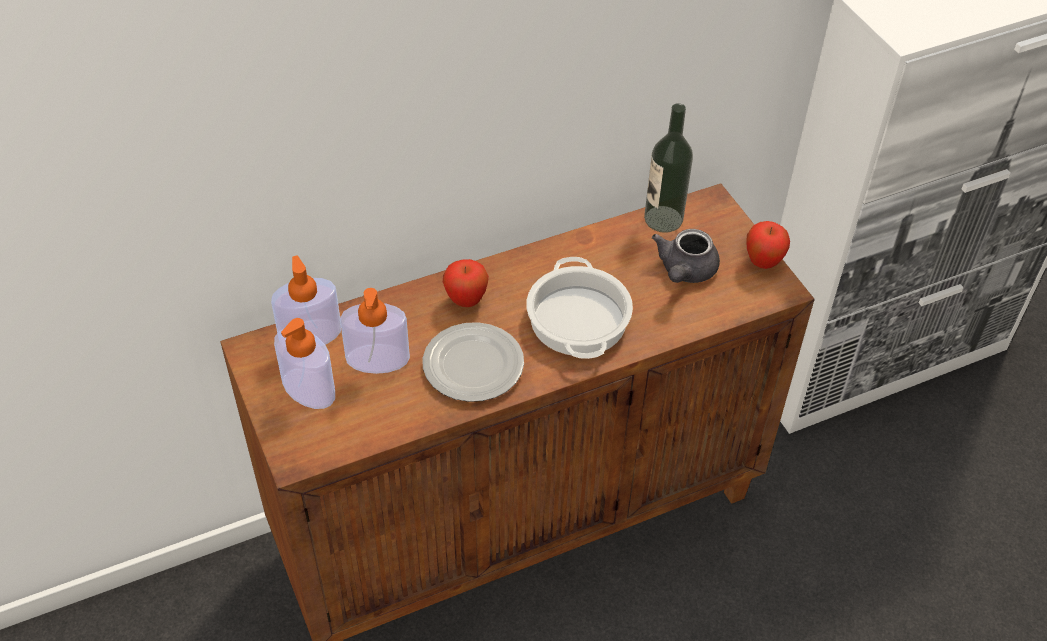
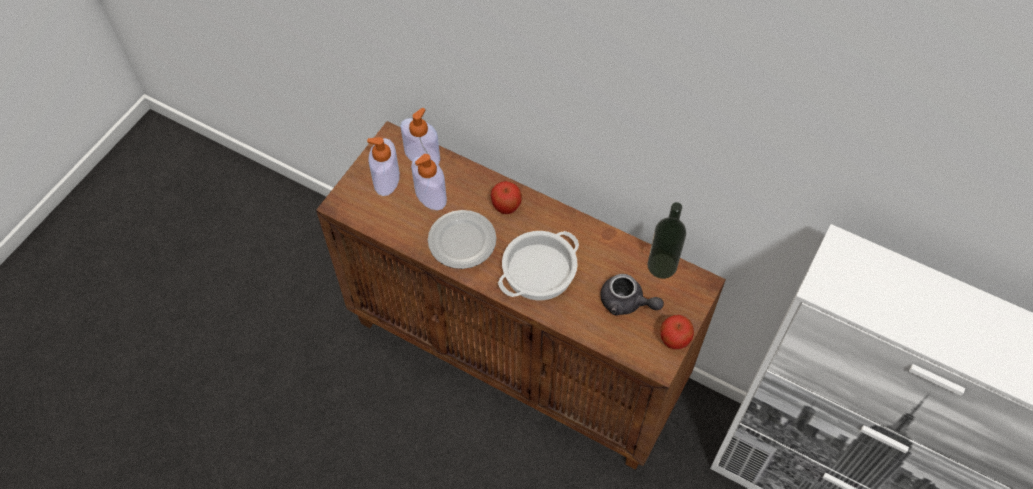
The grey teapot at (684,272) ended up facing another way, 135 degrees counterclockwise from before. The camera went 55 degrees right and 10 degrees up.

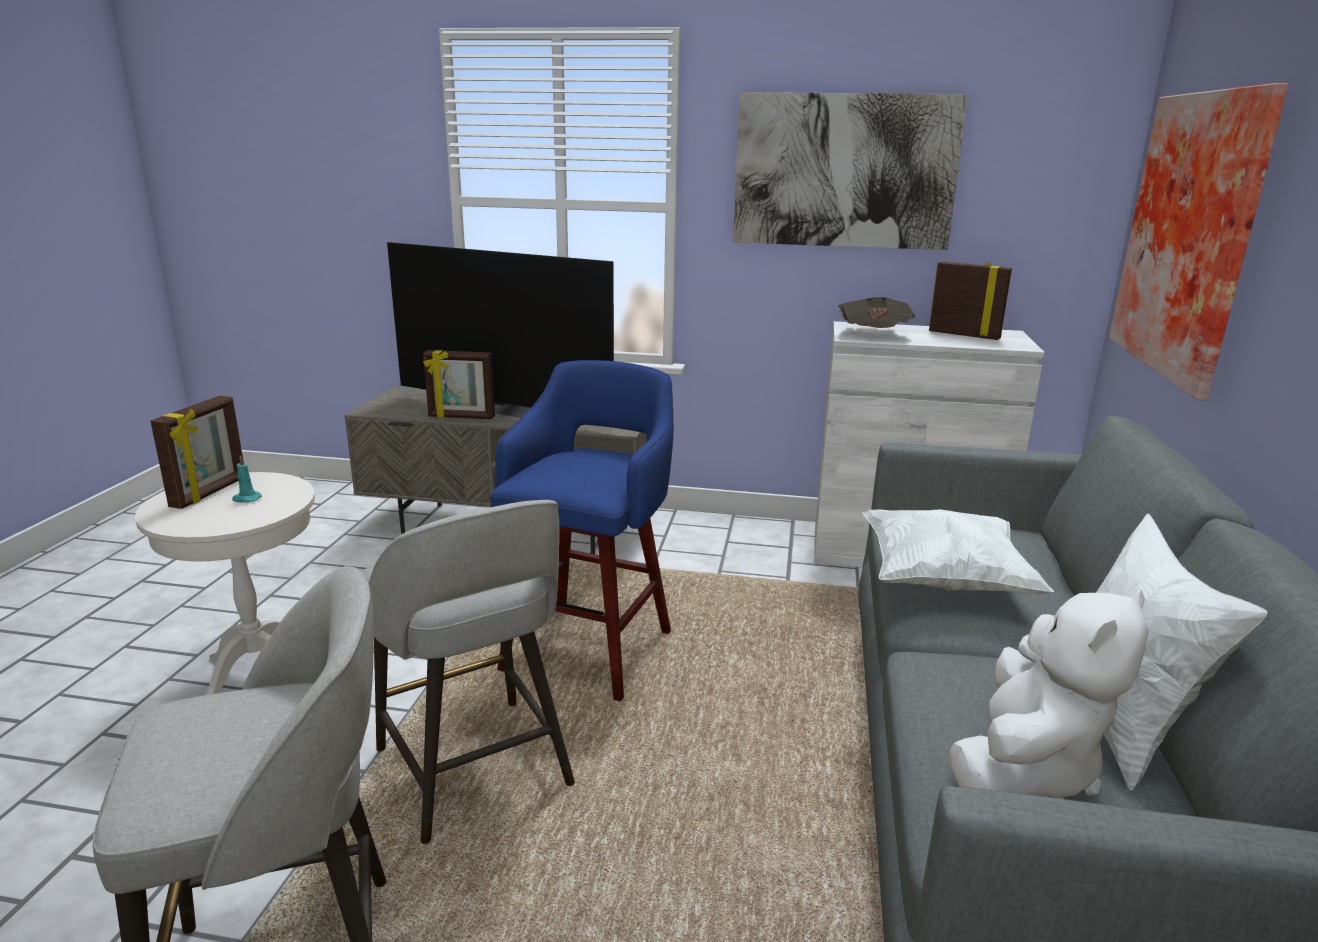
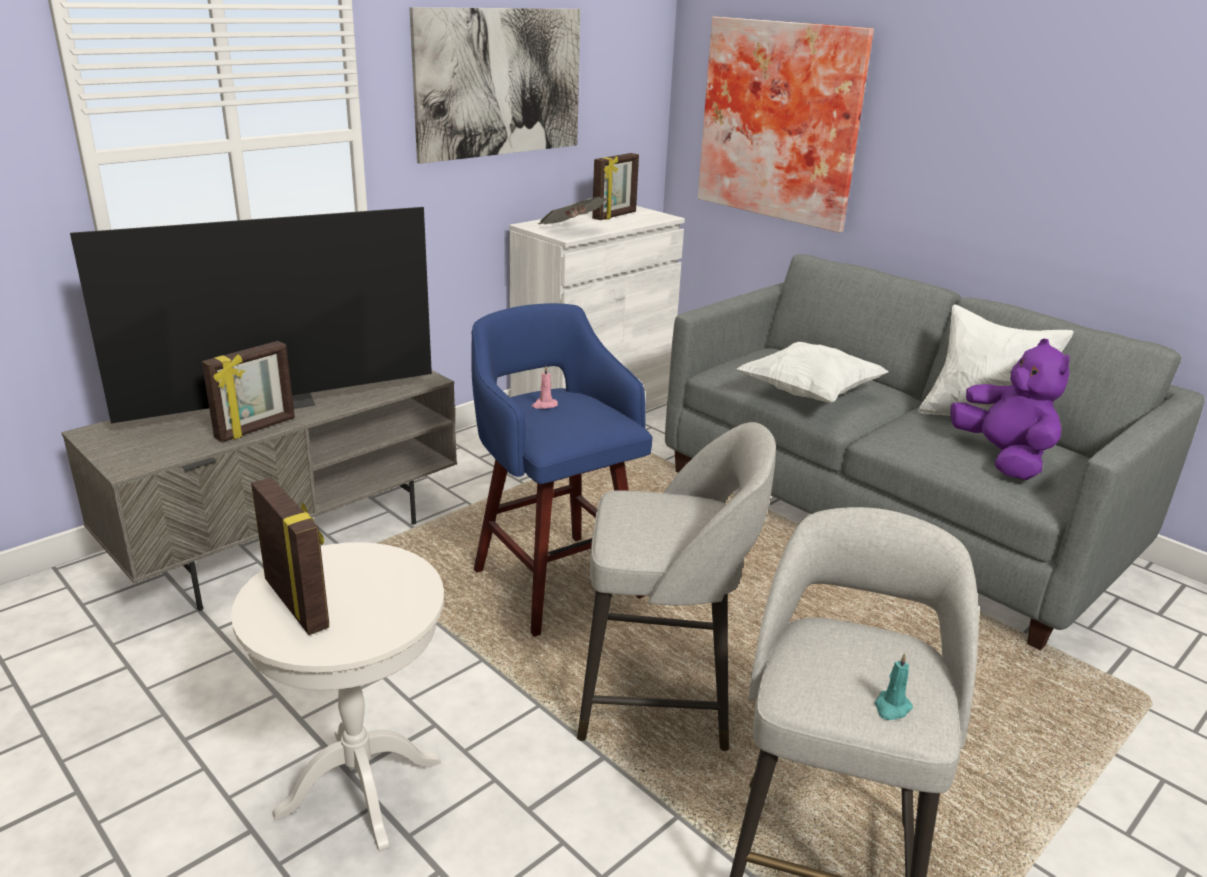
The second view gained the pink candle at (544,405). The picture frame at (964,335) ended up facing another way, 150 degrees clockwise from before. The turquoise candle ended up elsewhere, having gone from (246,499) to (891,708). What was the white plush toy at (1026,768) turned into the purple plush toy at (1002,458). The camera went 55 degrees left and 5 degrees up.

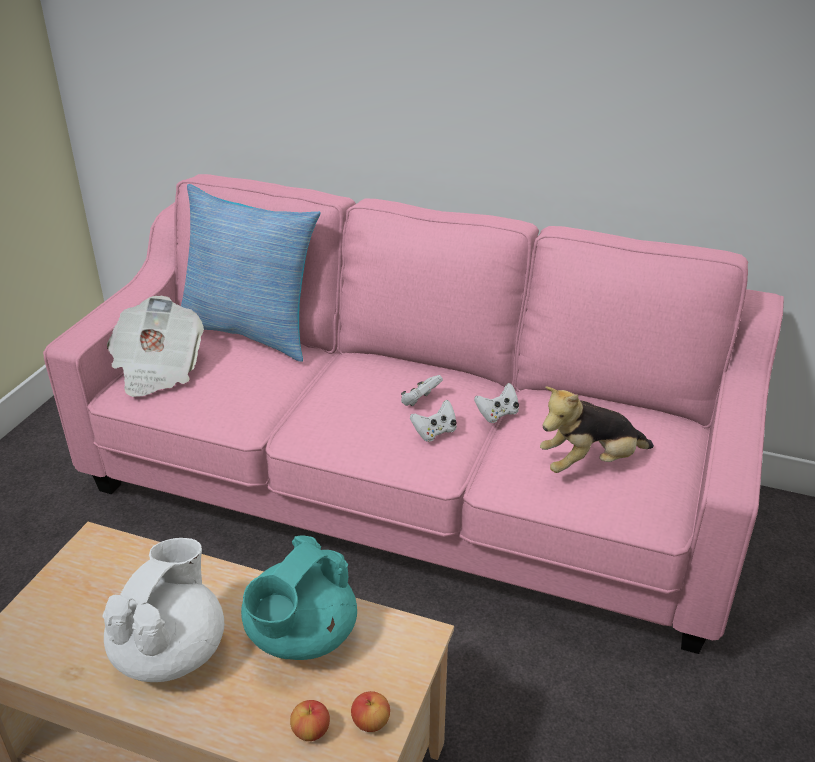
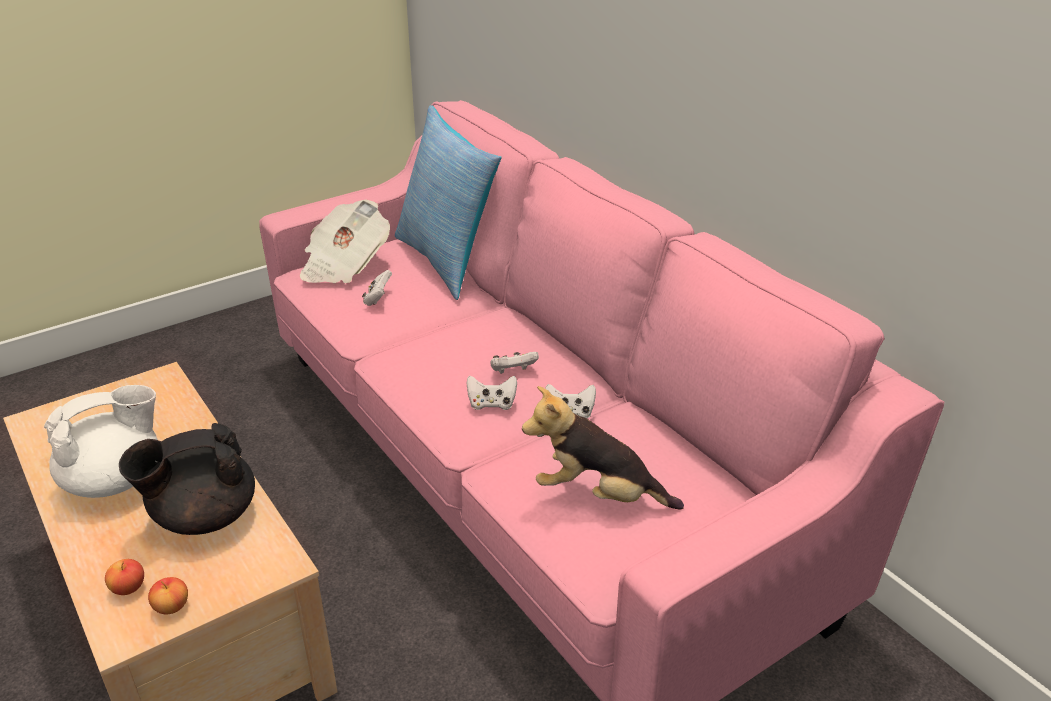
What was the turquoise teapot at (300,637) turned into the black teapot at (203,516). The second view gained the white game controller at (378,299). The camera went 35 degrees right and 0 degrees up.

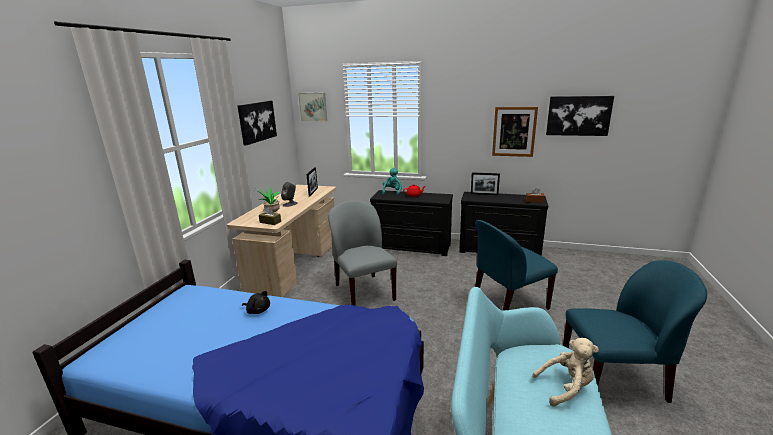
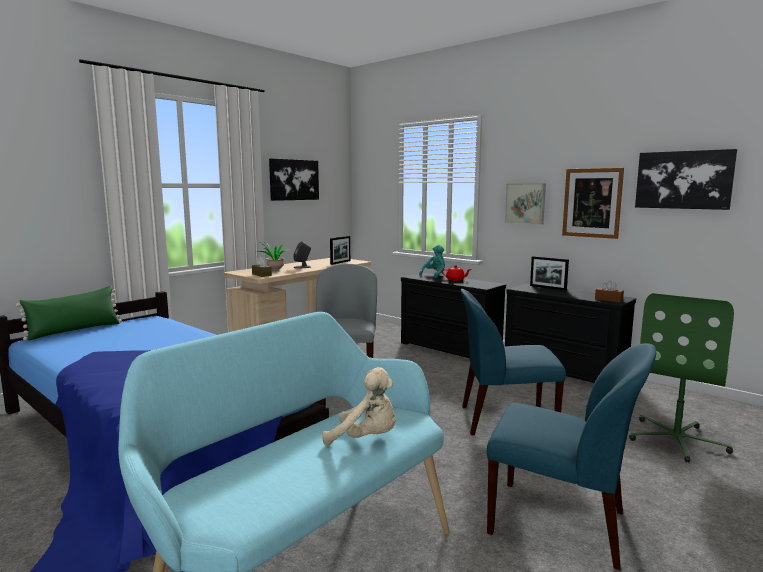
The second view gained the green pillow at (75,330). The picture ended up elsewhere, having gone from (313,107) to (525,203). The second view gained the green office chair at (677,440). The second view lost the black plush toy at (258,310). The camera went 25 degrees right and 10 degrees down.

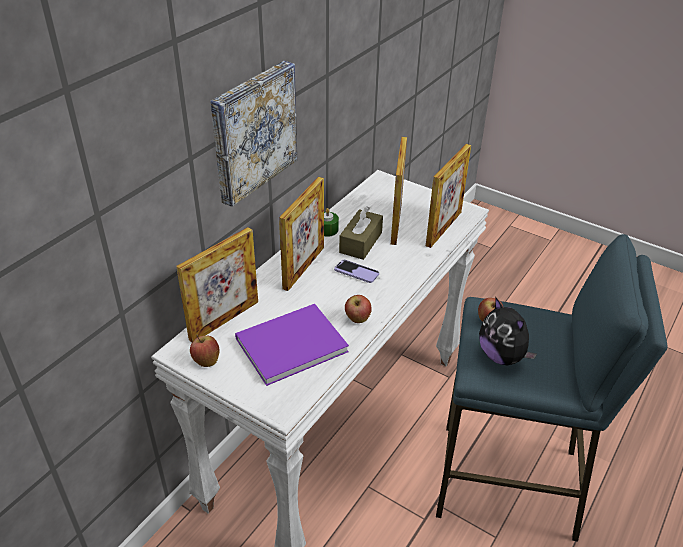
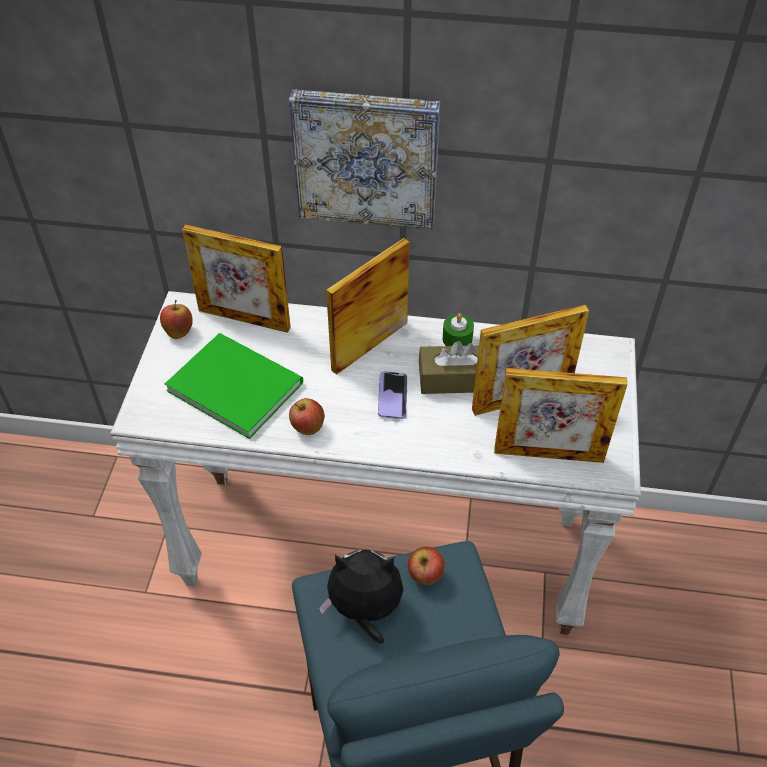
What was the purple book at (287,344) turned into the green book at (234,383). The plush toy at (502,356) ended up facing another way, 60 degrees clockwise from before. The picture frame at (304,267) ended up facing another way, 135 degrees clockwise from before. The camera went 65 degrees right and 10 degrees up.

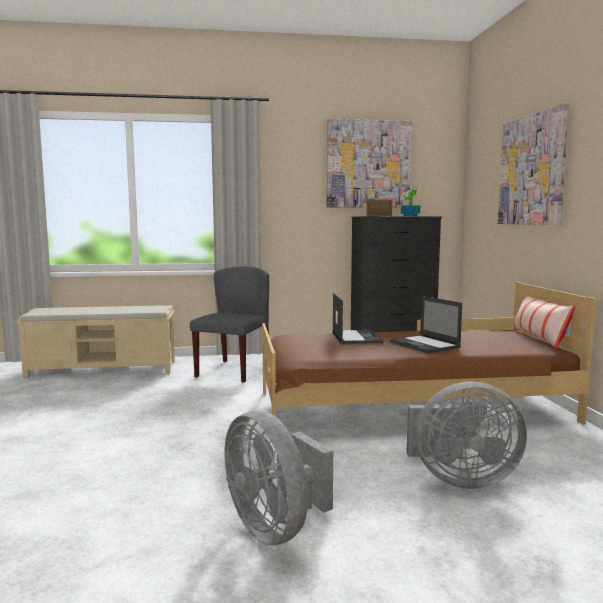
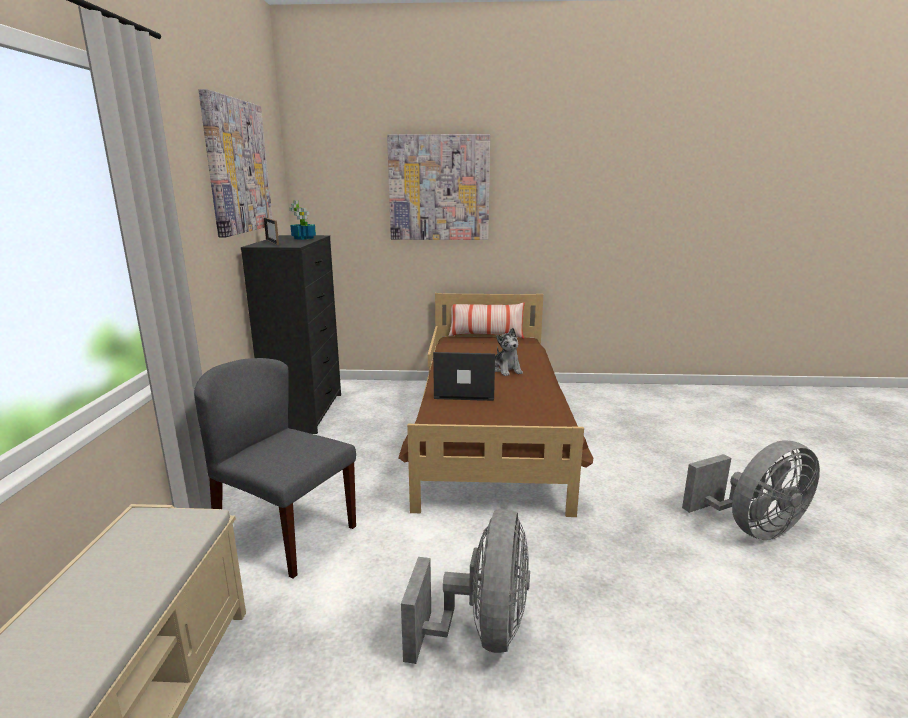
The grey fan ended up elsewhere, having gone from (459,479) to (481,631). Where the laptop stood at (425,345), the plush toy came to stand at (506,370). The camera went 80 degrees left and 10 degrees up.

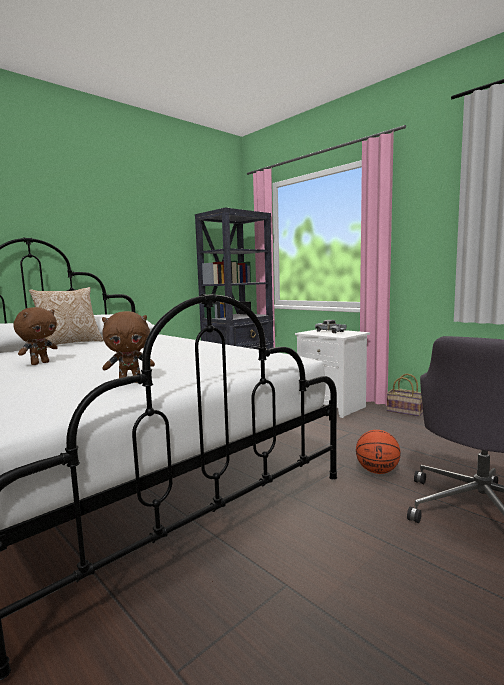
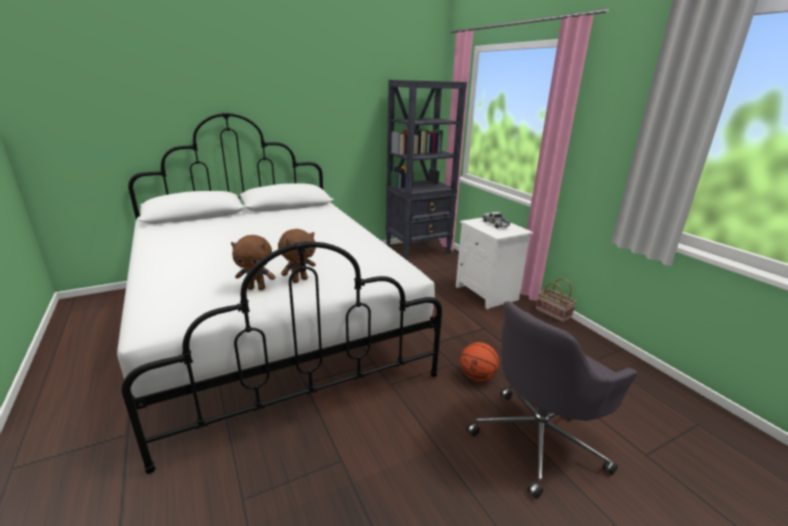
The brown plush toy ended up elsewhere, having gone from (40,363) to (299,280). The second view lost the pillow at (69,344). The camera went 15 degrees right and 15 degrees up.

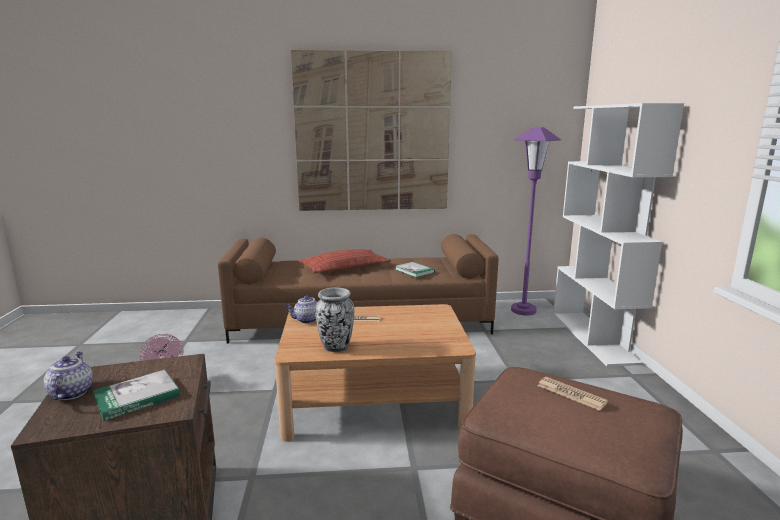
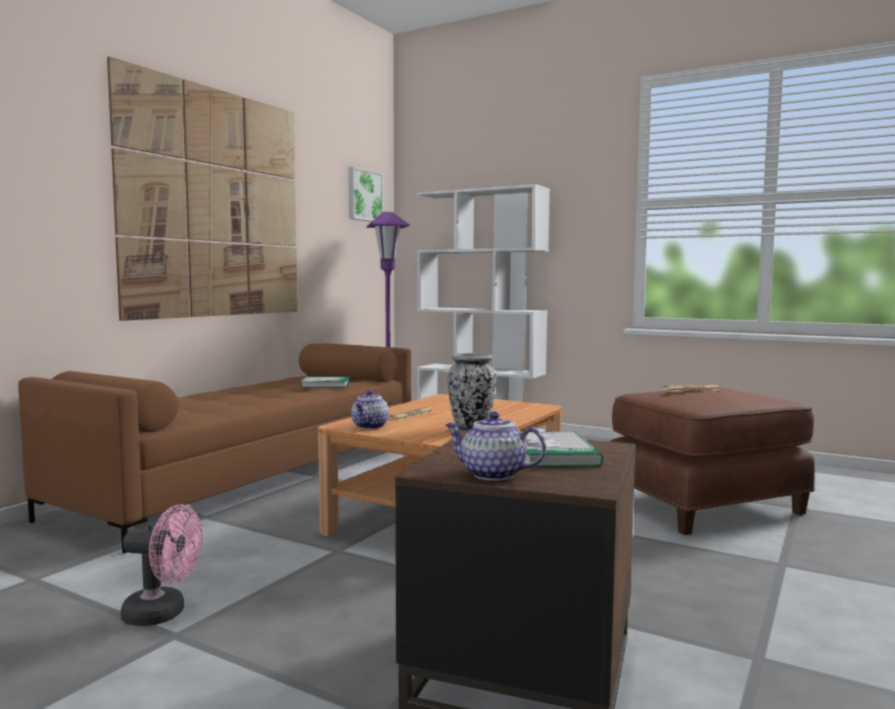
The second view gained the picture at (364,195). The second view lost the pillow at (344,267). The camera went 55 degrees left and 10 degrees down.

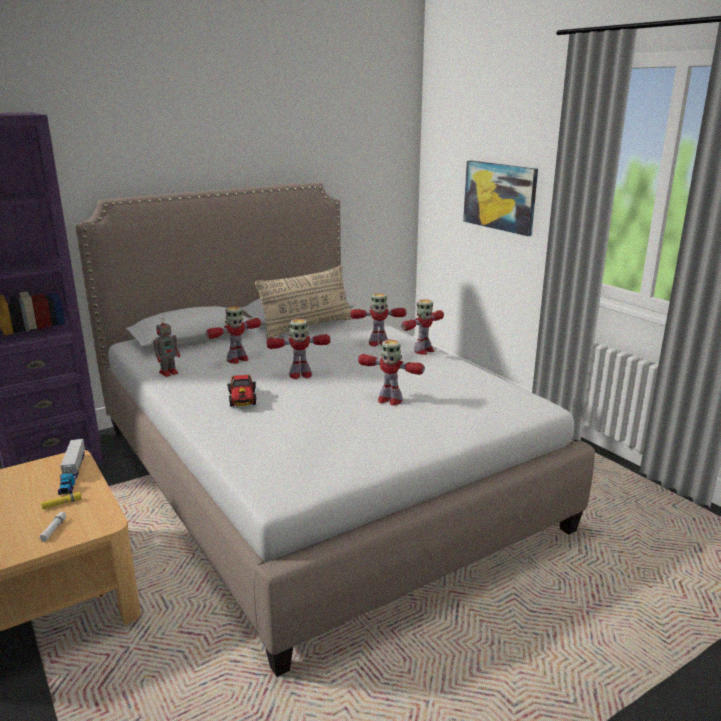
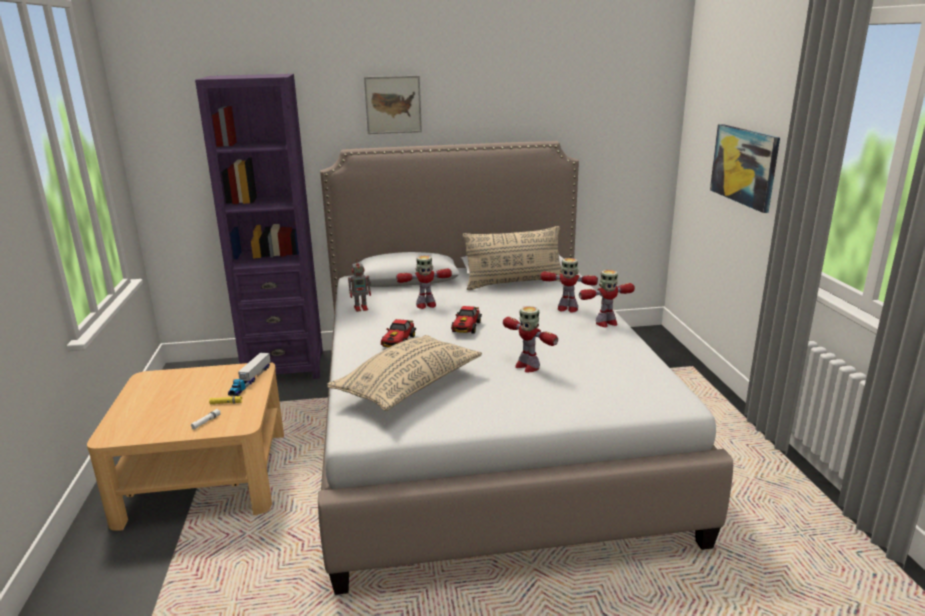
The second view gained the beige pillow at (408,386). The second view gained the picture at (393,105). Where the toy robot stood at (300,375), the toy car came to stand at (466,328). The camera went 25 degrees right and 0 degrees up.

